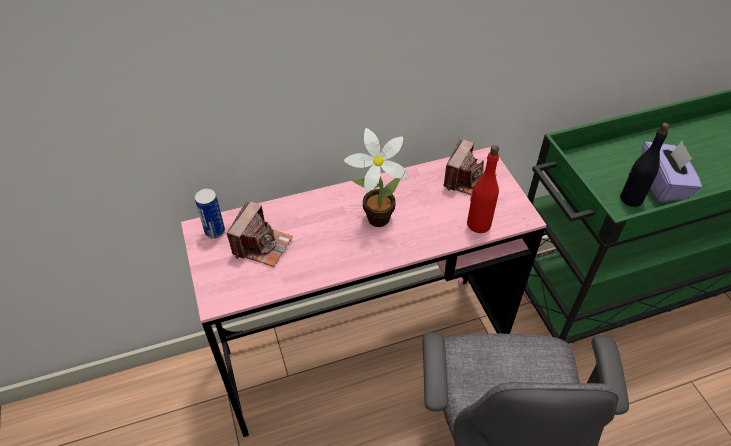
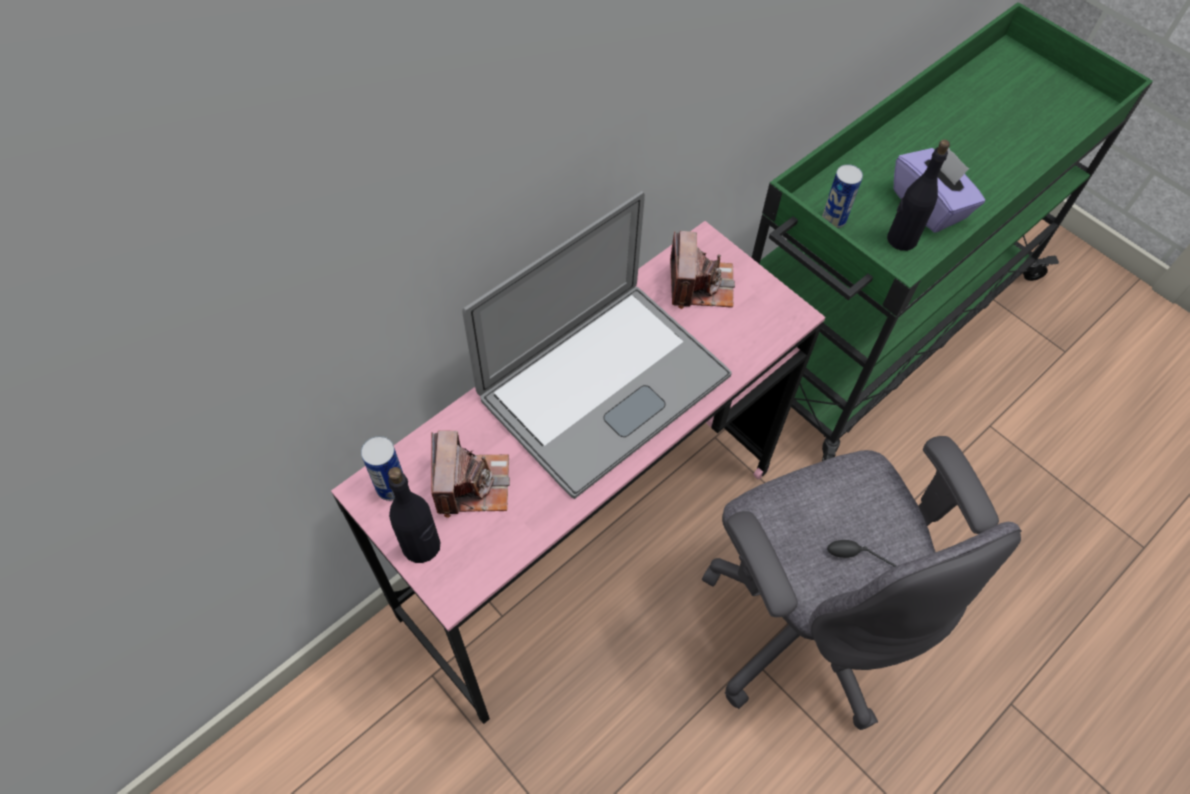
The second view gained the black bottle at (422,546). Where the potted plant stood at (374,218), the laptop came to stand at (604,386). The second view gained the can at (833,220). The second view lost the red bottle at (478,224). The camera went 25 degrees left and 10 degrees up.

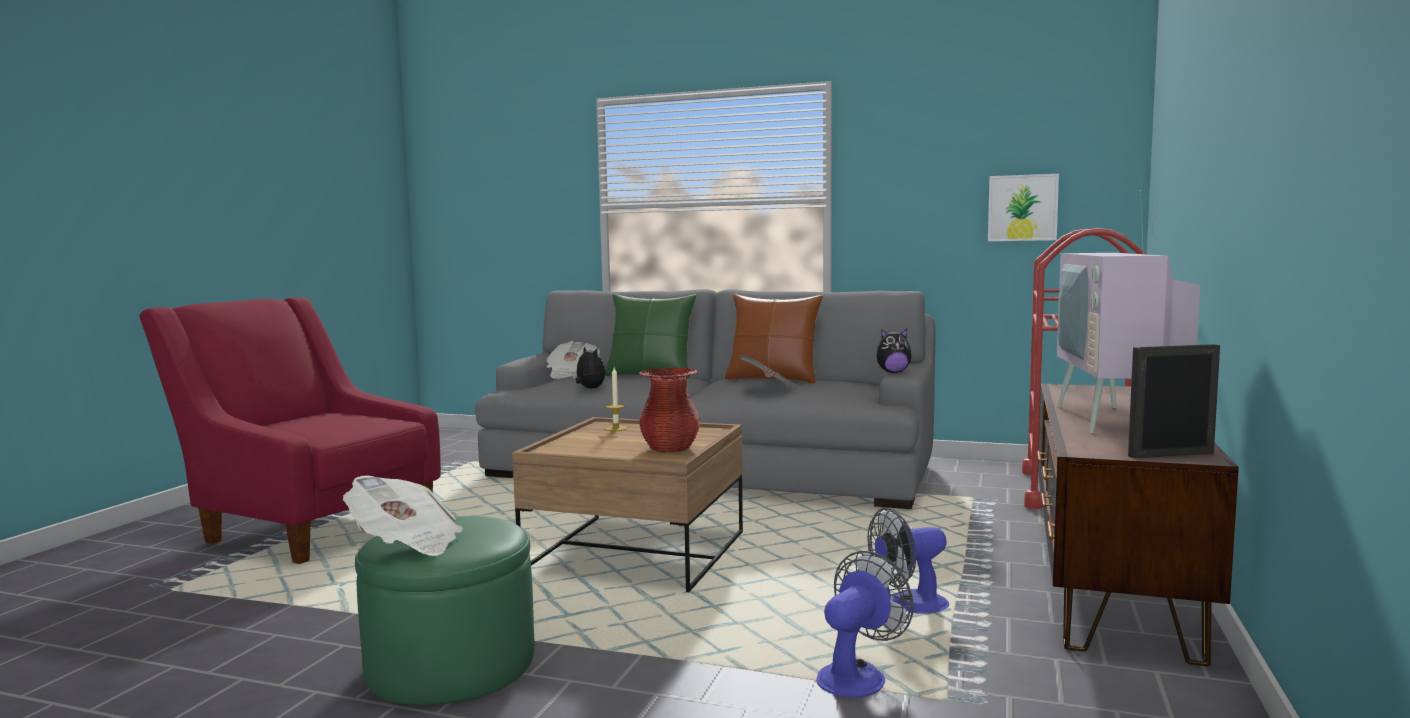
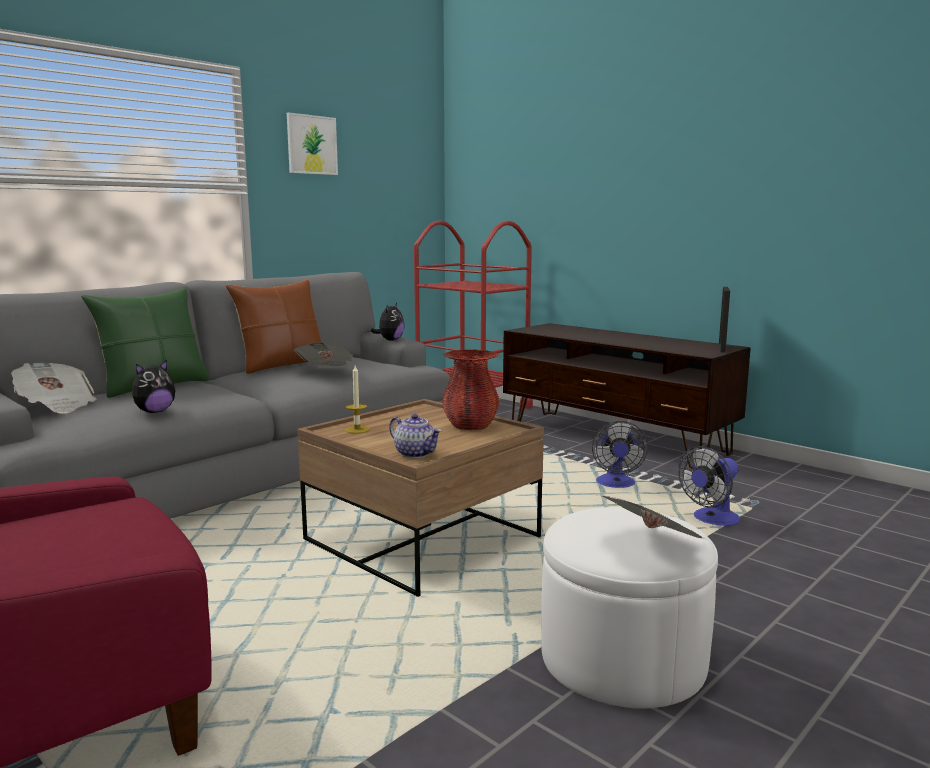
The plush toy at (589,388) ended up facing another way, 150 degrees clockwise from before. The picture ended up elsewhere, having gone from (1022,208) to (312,145). The second view gained the teapot at (416,453). What was the green ottoman at (451,664) turned into the white ottoman at (622,657). The fan at (857,675) ended up facing another way, 105 degrees counterclockwise from before. The second view lost the television at (1117,419). The camera went 65 degrees left and 5 degrees up.

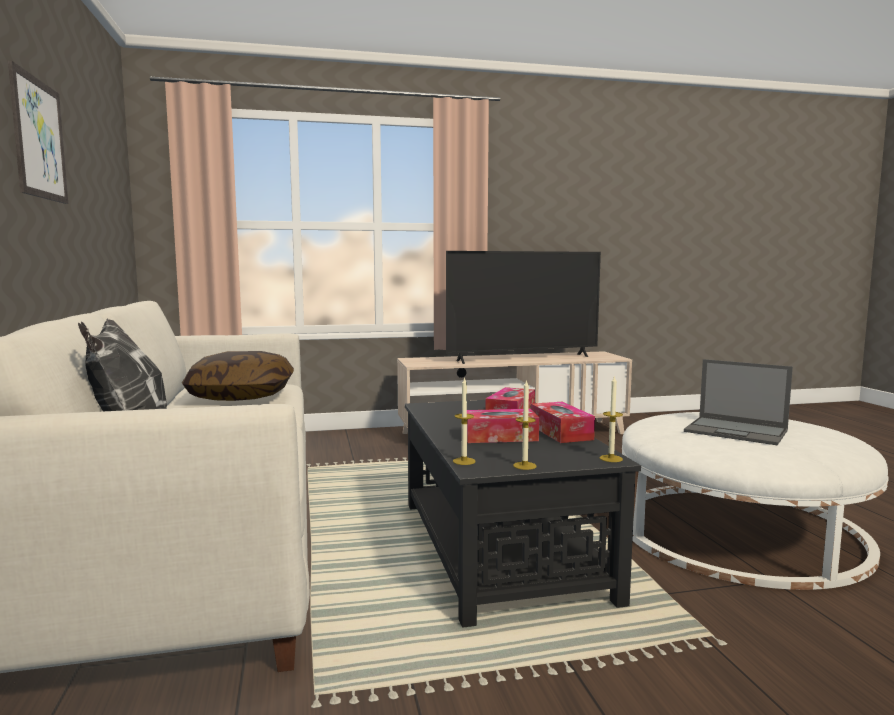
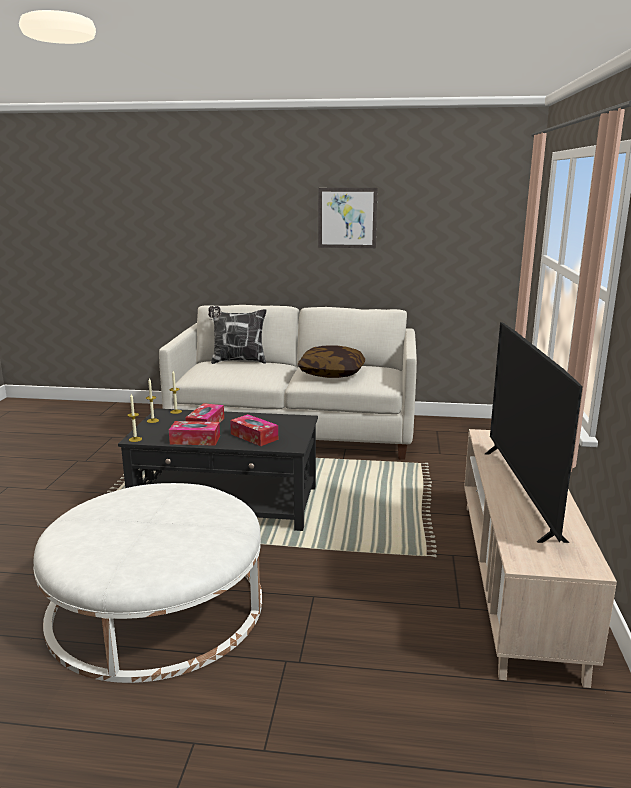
The second view lost the laptop at (737,431). The camera went 110 degrees right and 10 degrees up.

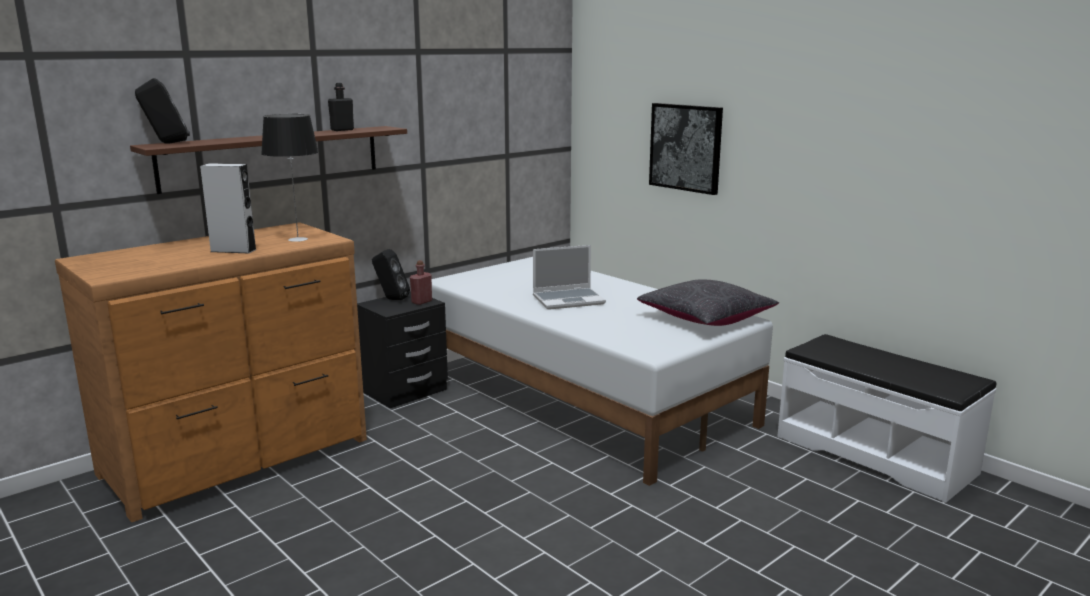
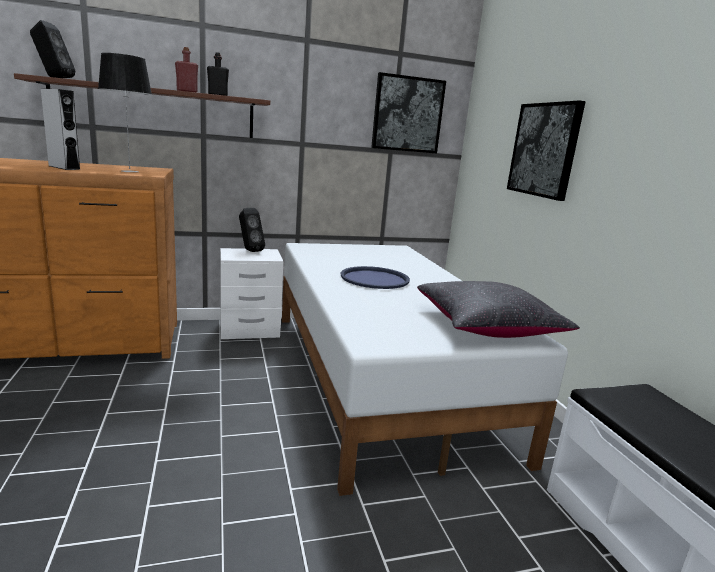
The red bottle ended up elsewhere, having gone from (421,302) to (187,92). What was the black nightstand at (404,391) turned into the white nightstand at (249,329). Where the laptop stood at (569,300), the blue tray came to stand at (374,279). The second view gained the picture at (407,114). The camera went 25 degrees right and 0 degrees up.

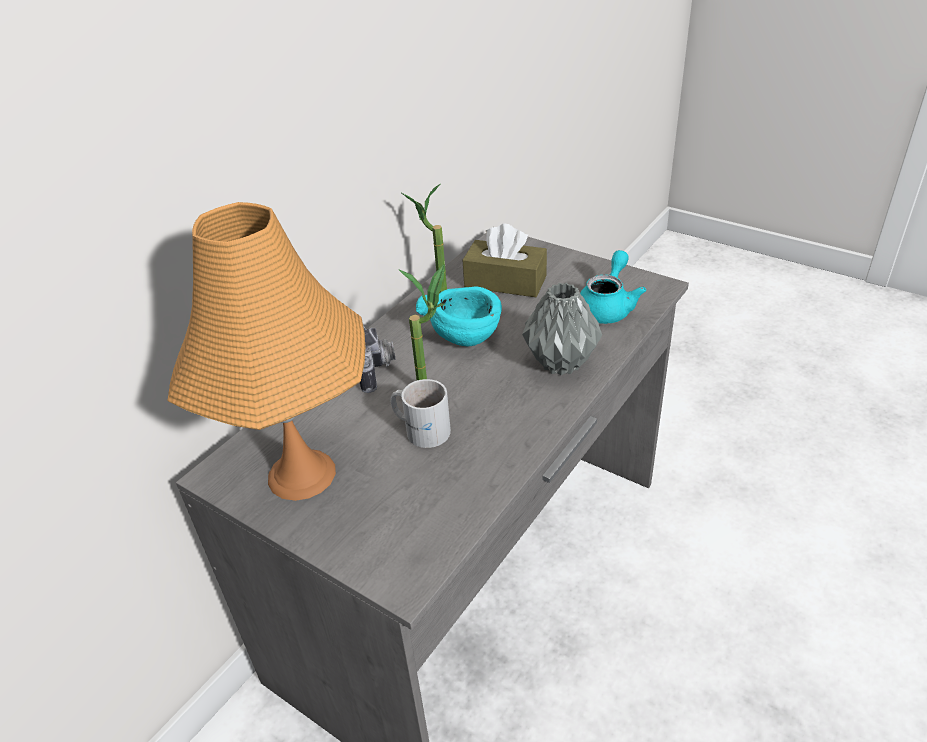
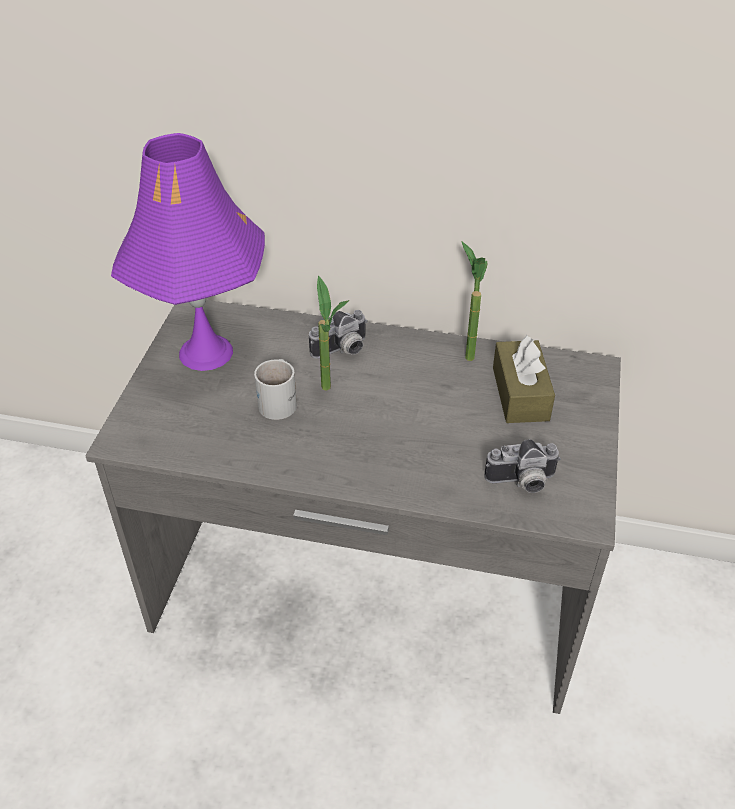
What was the orange table lamp at (302,474) turned into the purple table lamp at (206,352). Where the turquoise teapot stood at (608,307), the photo camera came to stand at (522,482). The second view lost the turquoise bowl at (466,335). The second view lost the grey vase at (560,364). The camera went 65 degrees right and 5 degrees up.

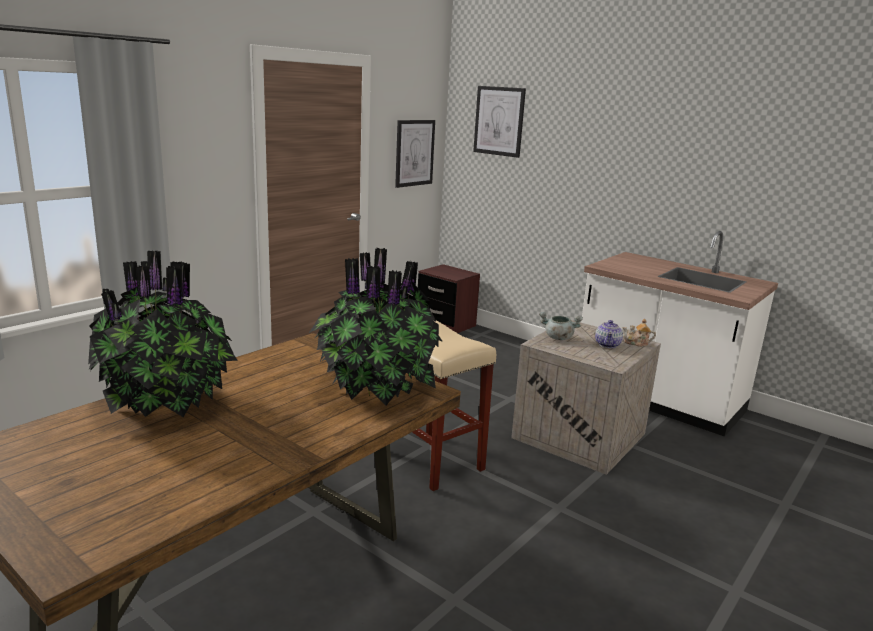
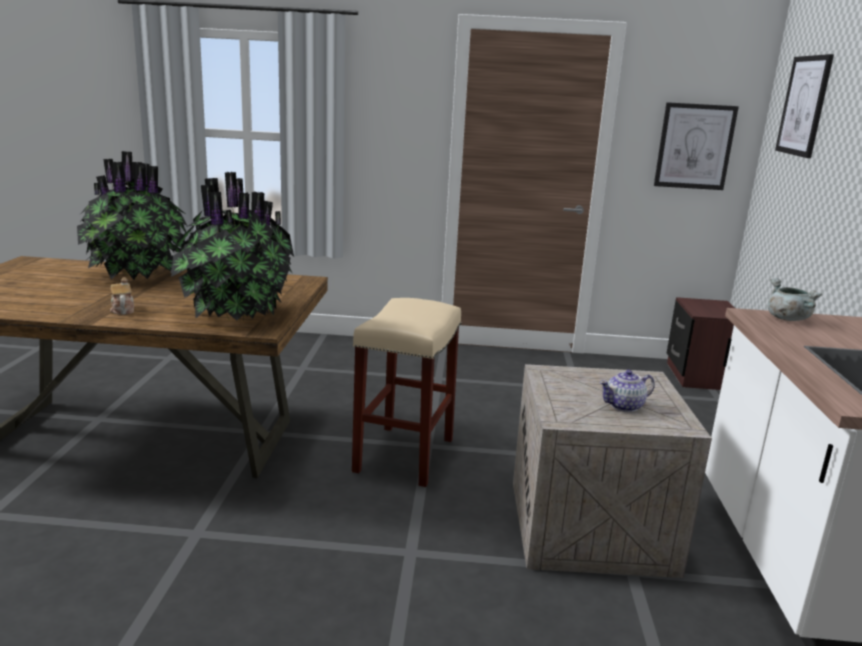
The teapot ended up elsewhere, having gone from (636,343) to (123,310). The grey cooking pot ended up elsewhere, having gone from (558,338) to (786,318). The camera went 55 degrees right and 0 degrees up.

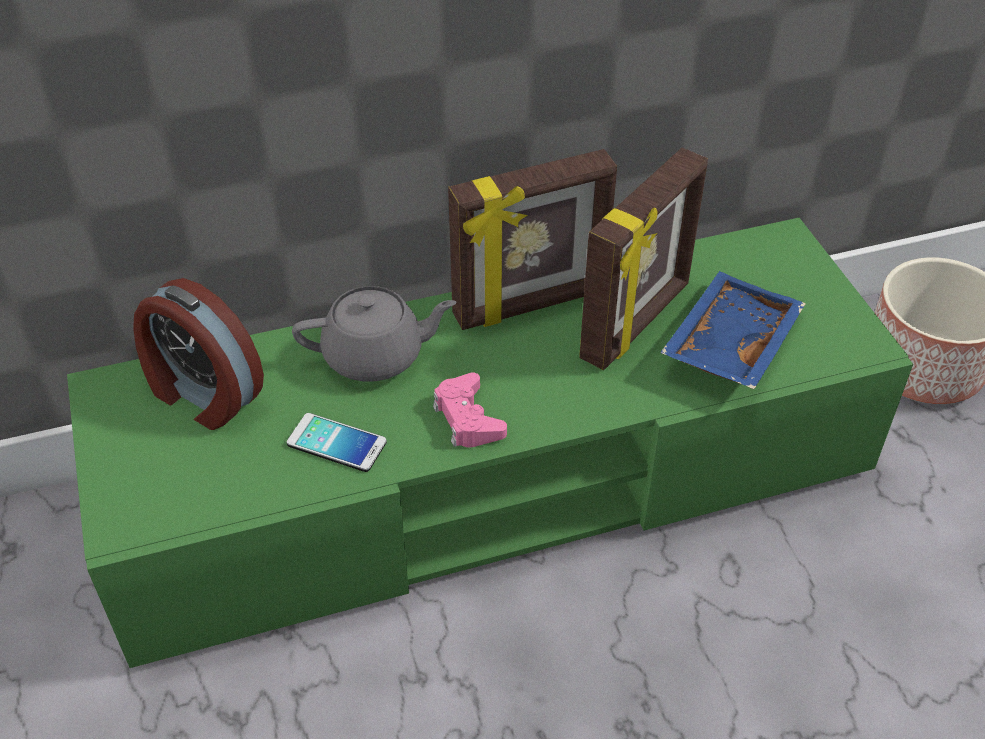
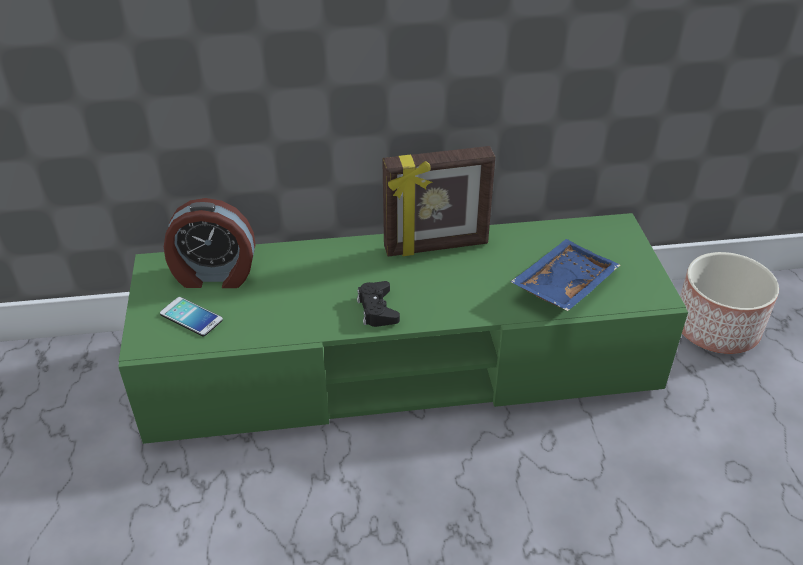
The phone ended up elsewhere, having gone from (336,443) to (191,317). The alarm clock at (203,394) ended up facing another way, 45 degrees counterclockwise from before. What was the pink game controller at (468,418) turned into the black game controller at (377,309). The second view lost the grey teapot at (375,356). The second view lost the picture frame at (637,322). The camera went 10 degrees right and 5 degrees down.

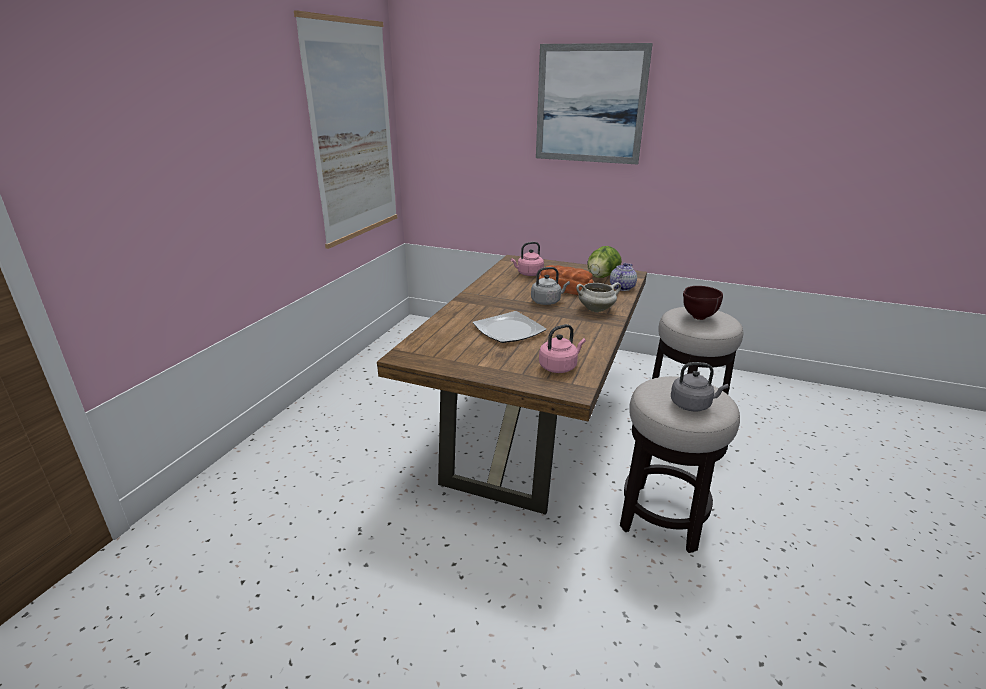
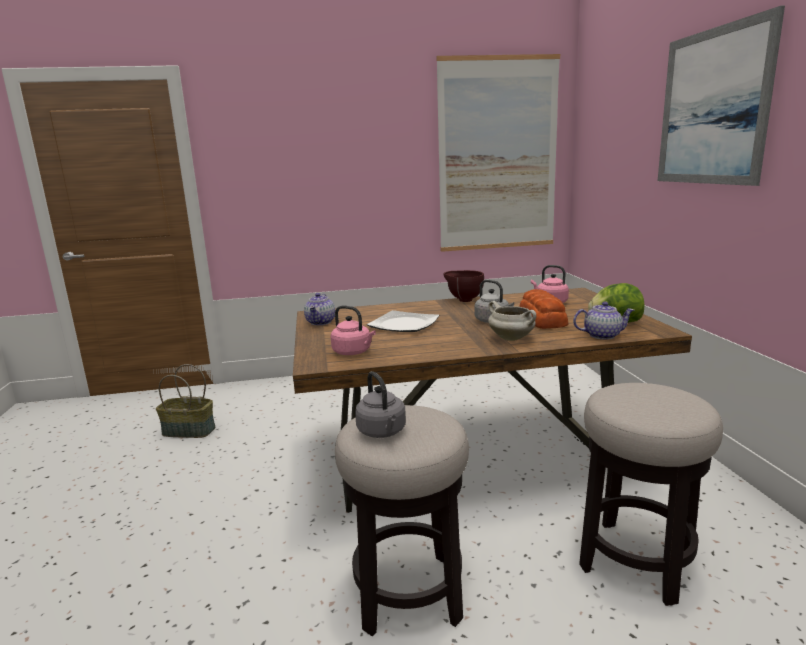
The second view gained the basket at (188,431). The second view gained the teapot at (321,322). The brown bowl ended up elsewhere, having gone from (697,317) to (463,300). The camera went 60 degrees right and 10 degrees down.

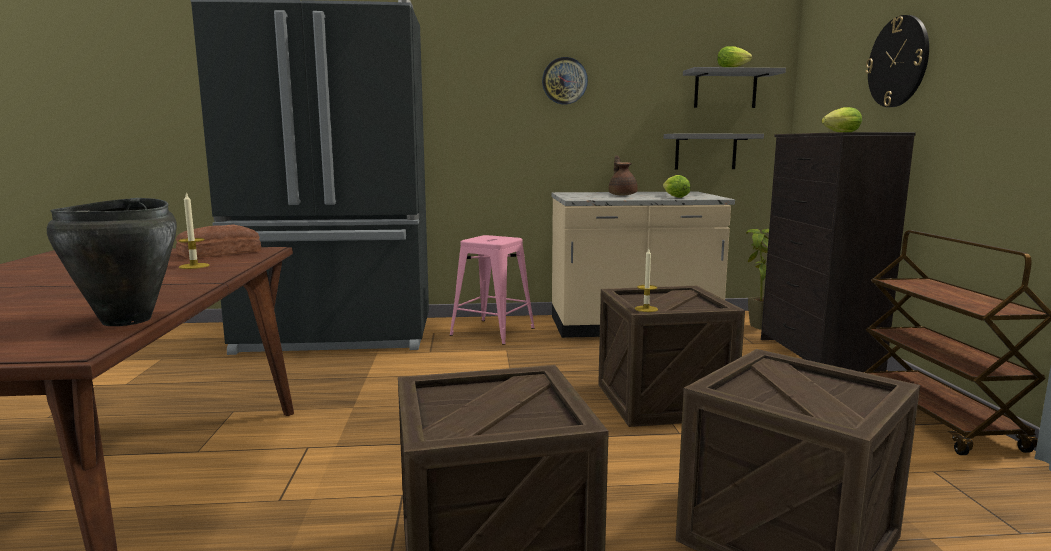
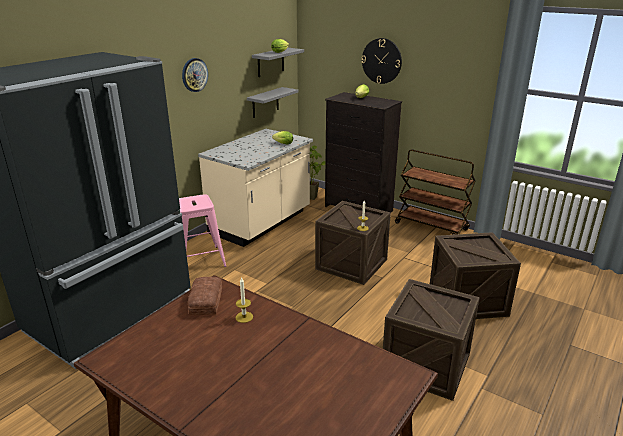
The second view lost the black cooking pot at (128,320). The second view lost the brown teapot at (622,195). The camera went 50 degrees left and 15 degrees up.

